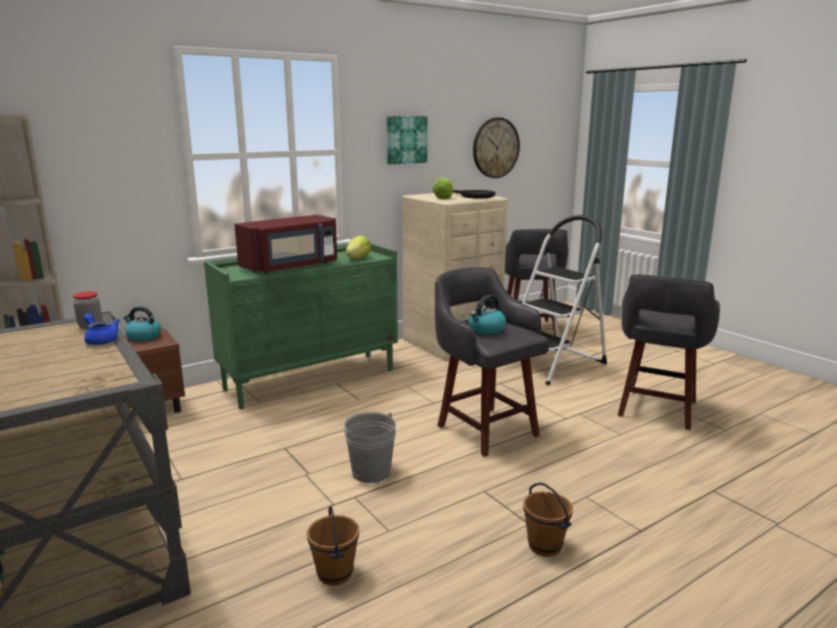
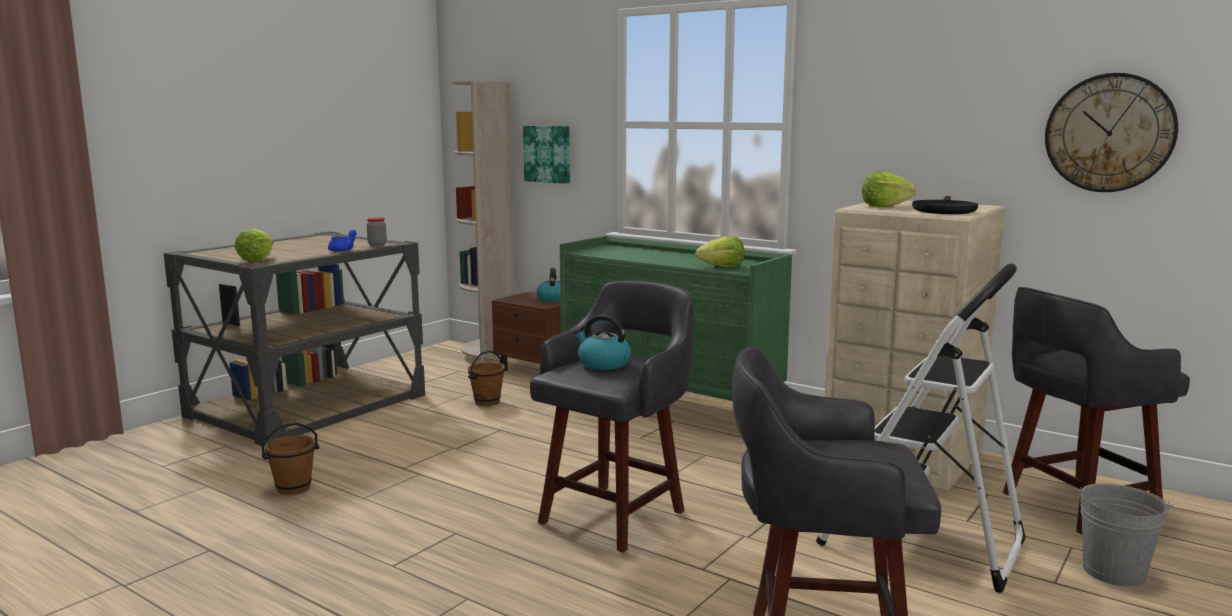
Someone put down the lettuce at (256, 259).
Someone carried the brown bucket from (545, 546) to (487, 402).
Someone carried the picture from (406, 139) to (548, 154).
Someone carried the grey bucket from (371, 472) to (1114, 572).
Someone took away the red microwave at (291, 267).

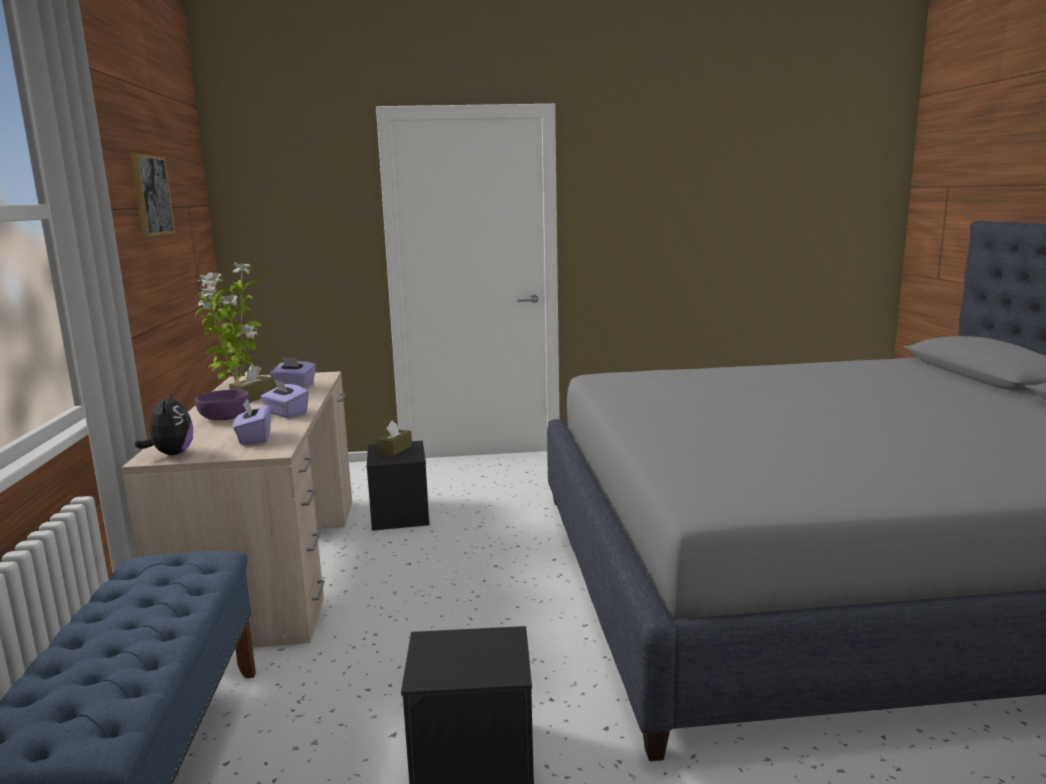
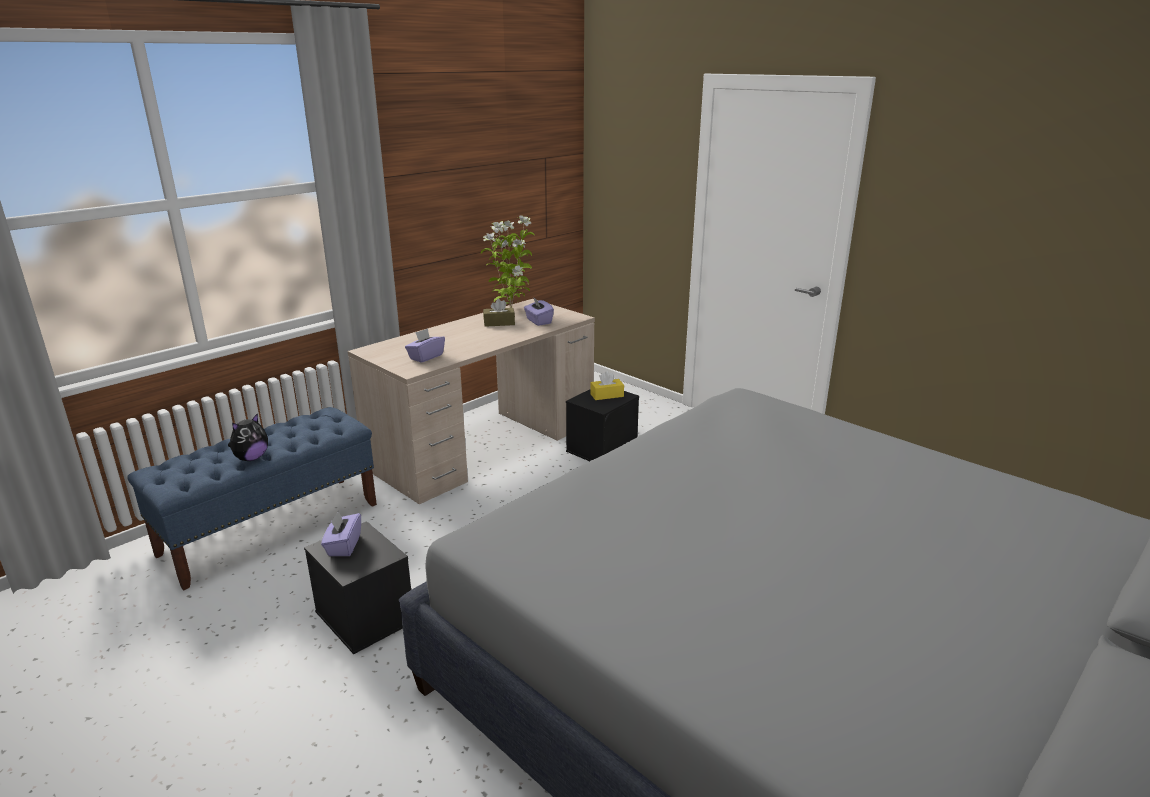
Someone carried the plush toy from (171, 454) to (251, 458).
Someone carried the purple tissue box from (286, 413) to (343, 546).
Someone repainted the brown tissue box at (395, 449), which became the yellow tissue box at (607, 395).
Someone took away the picture at (151, 195).
Someone took away the purple bowl at (225, 418).

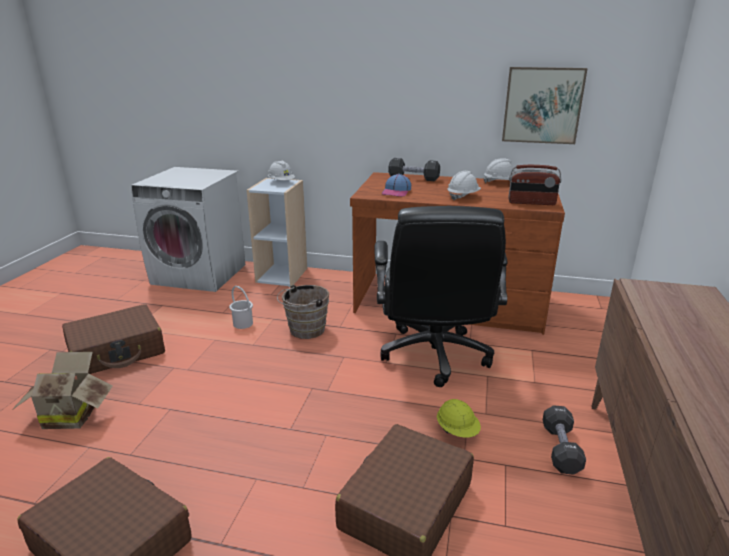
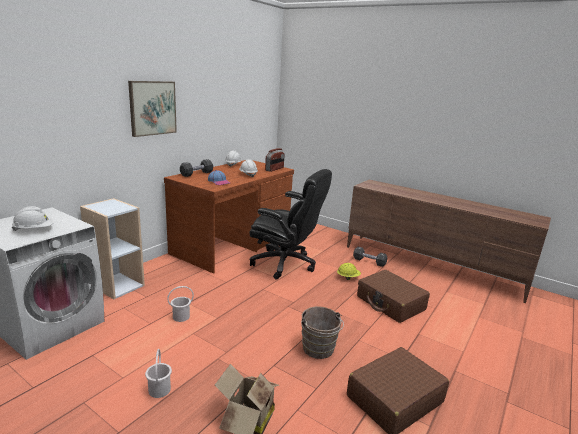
Someone carried the white hard hat from (281, 182) to (34, 230).
Someone carried the picture from (542, 105) to (152, 108).
Someone swapped the brown suitcase at (117, 351) for the white bucket at (159, 390).
Someone carried the brown bucket from (304, 330) to (319, 350).

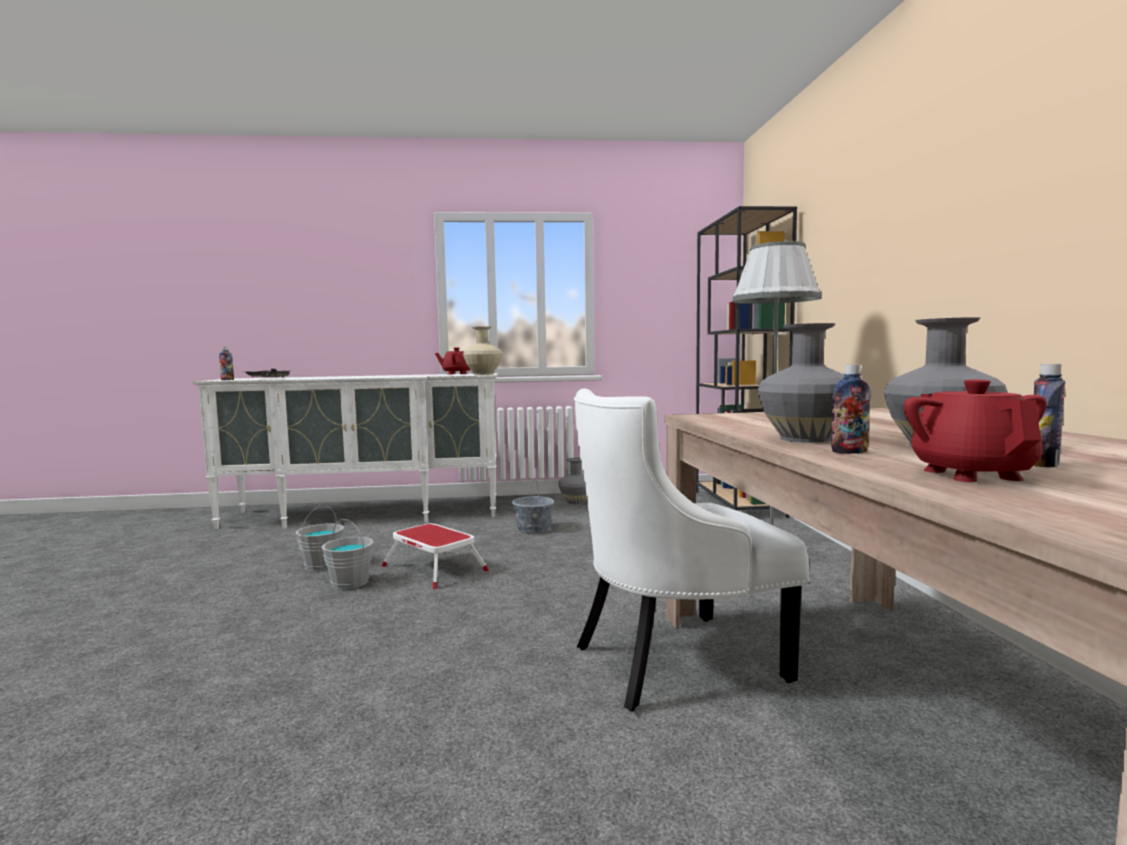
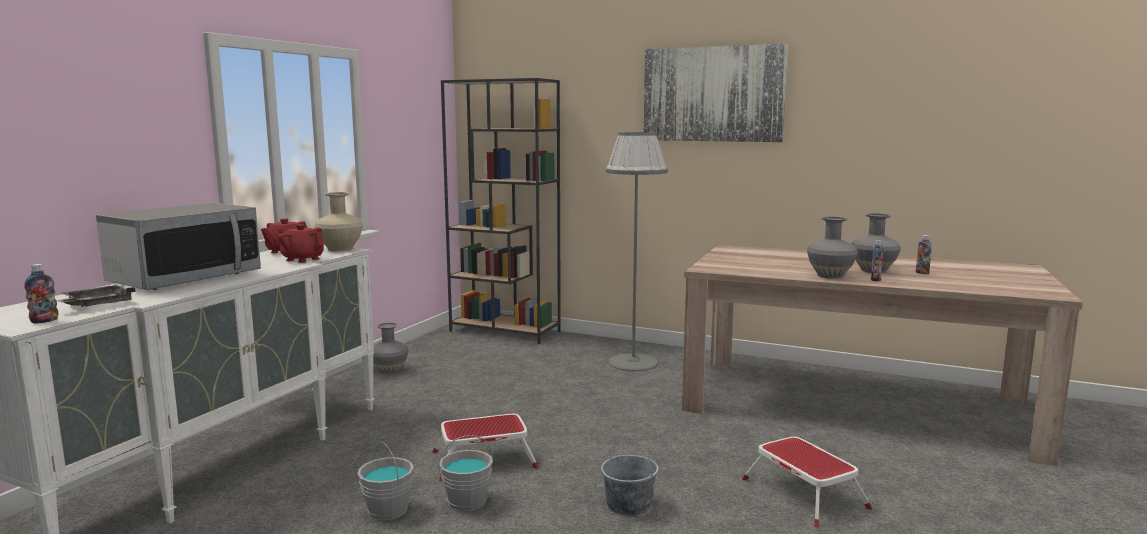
Someone put down the microwave at (185, 278).
Someone carried the red teapot from (971, 474) to (302, 259).
Someone carried the grey bucket from (534, 529) to (628, 504).
Someone put up the picture at (713, 94).
Someone put down the red step ladder at (803, 493).
Someone took away the white chair at (679, 660).

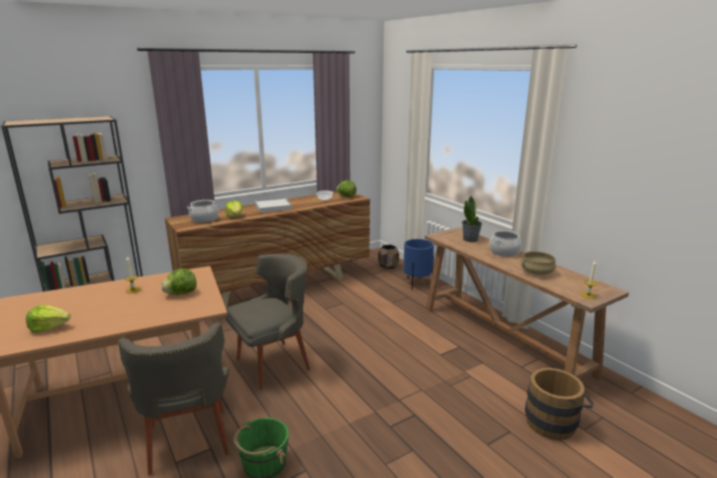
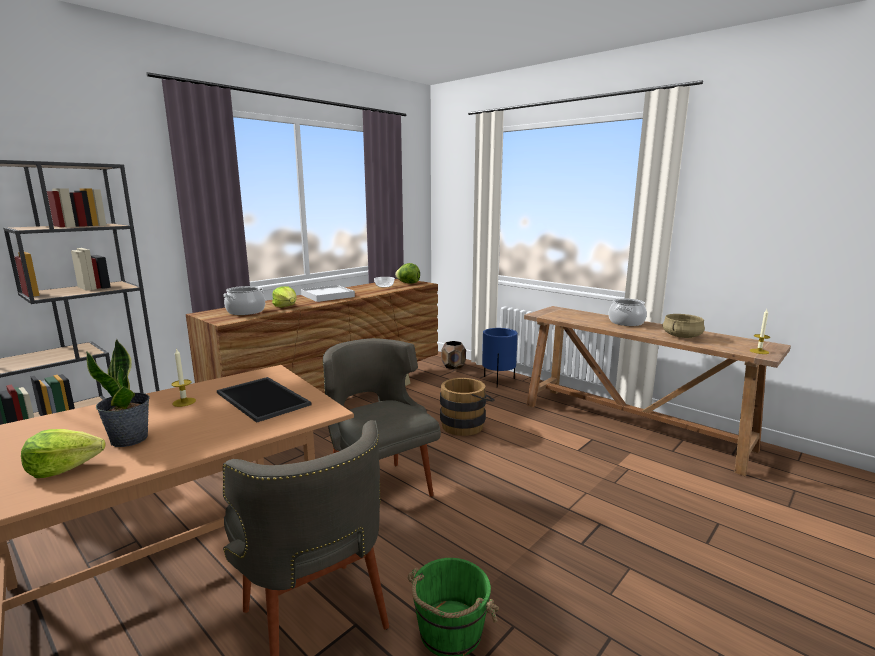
Someone carried the potted plant from (470, 239) to (130, 439).
Someone swapped the lettuce at (181, 293) for the tray at (264, 398).
Someone rotated the grey chair at (272, 364) by 75 degrees counterclockwise.
Someone carried the brown bucket from (554, 422) to (466, 425).

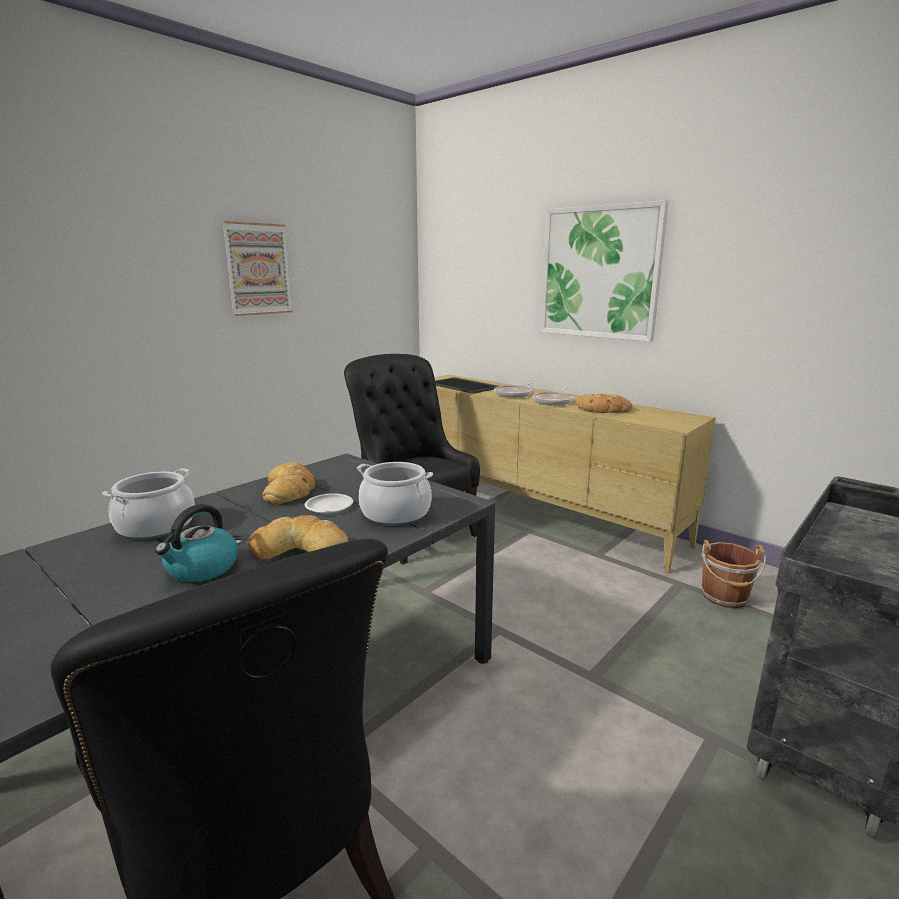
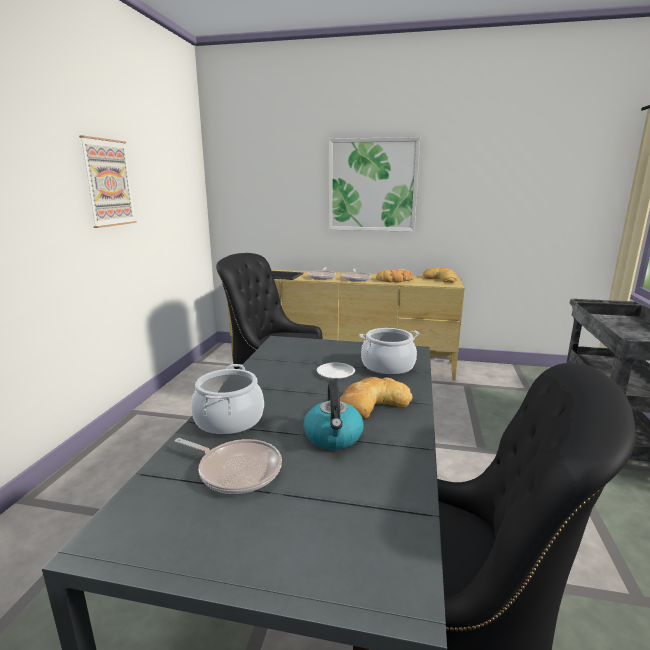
Someone put down the frying pan at (236, 470).
Someone carried the bread from (290, 489) to (440, 279).
Someone took away the brown bucket at (725, 597).

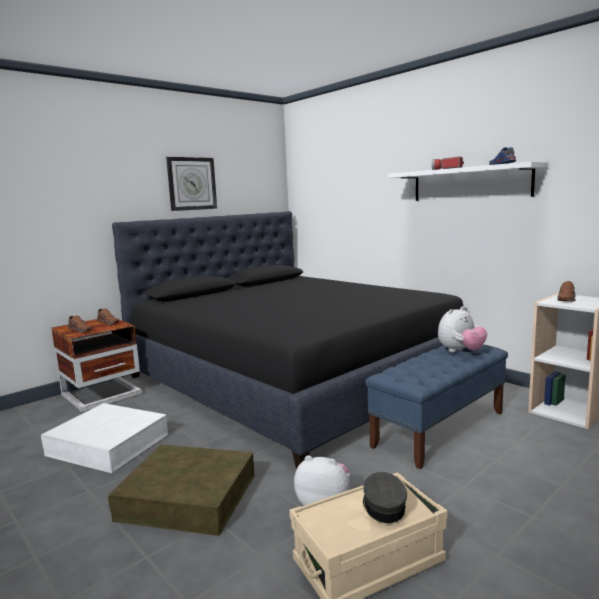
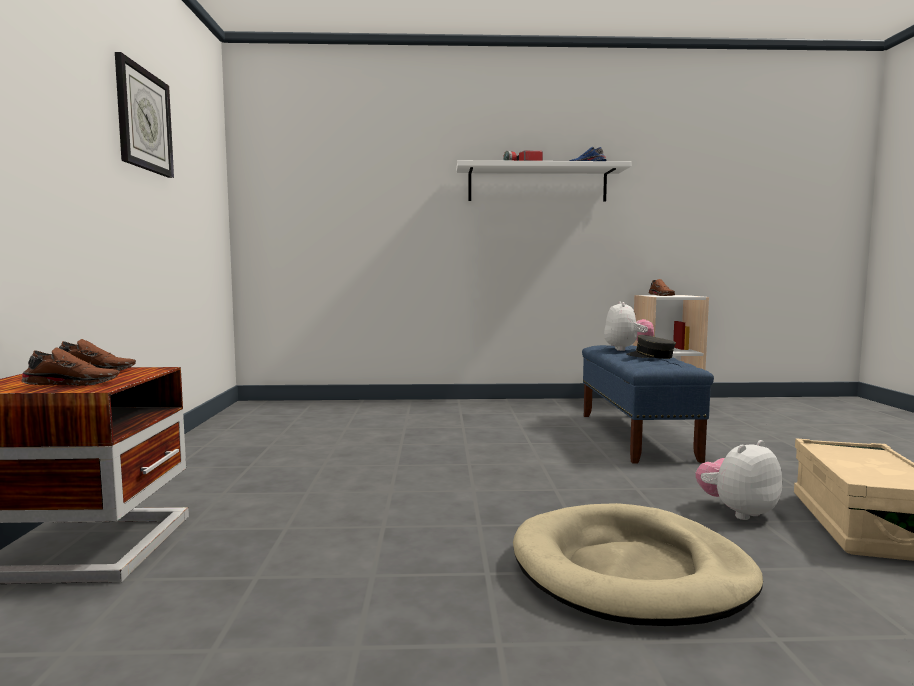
Someone swapped the brown storage box at (187, 497) for the beige dog bed at (631, 571).
Someone carried the grey cap from (383, 506) to (650, 356).
Someone took away the white storage box at (108, 445).
Someone took away the black bed at (294, 377).

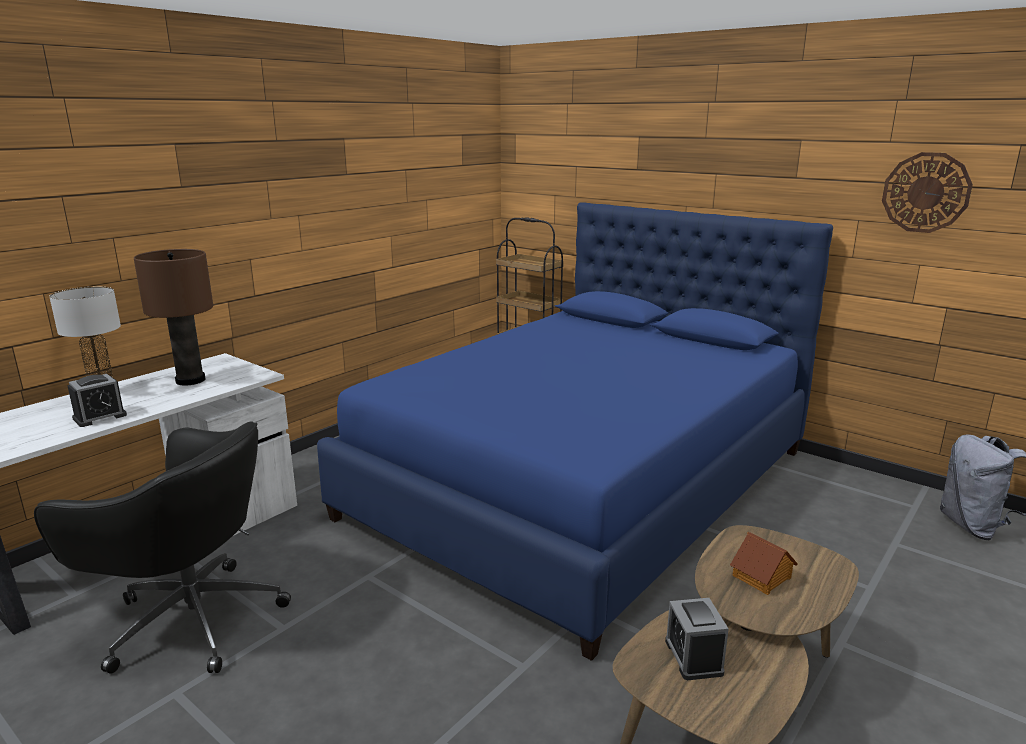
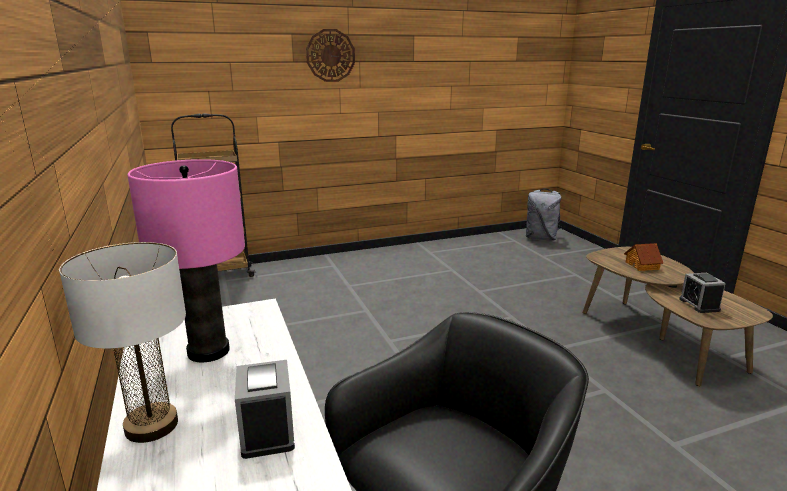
Someone repainted the brown table lamp at (190, 380), which became the pink table lamp at (208, 352).
Someone carried the wall clock from (926, 192) to (330, 55).
Someone rotated the alarm clock at (693, 657) by 60 degrees clockwise.
Someone took away the blue bed at (584, 483).

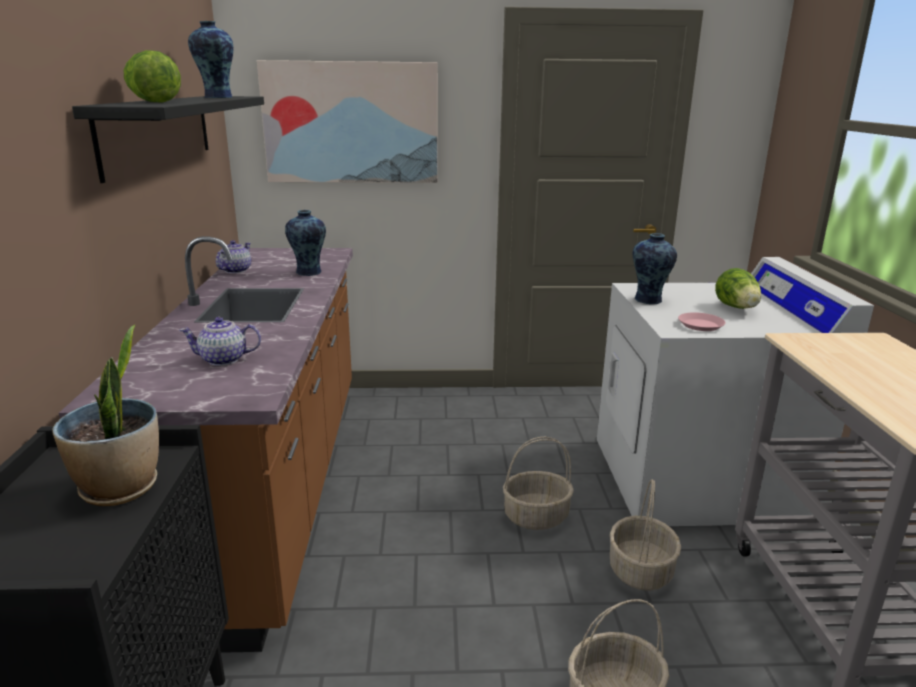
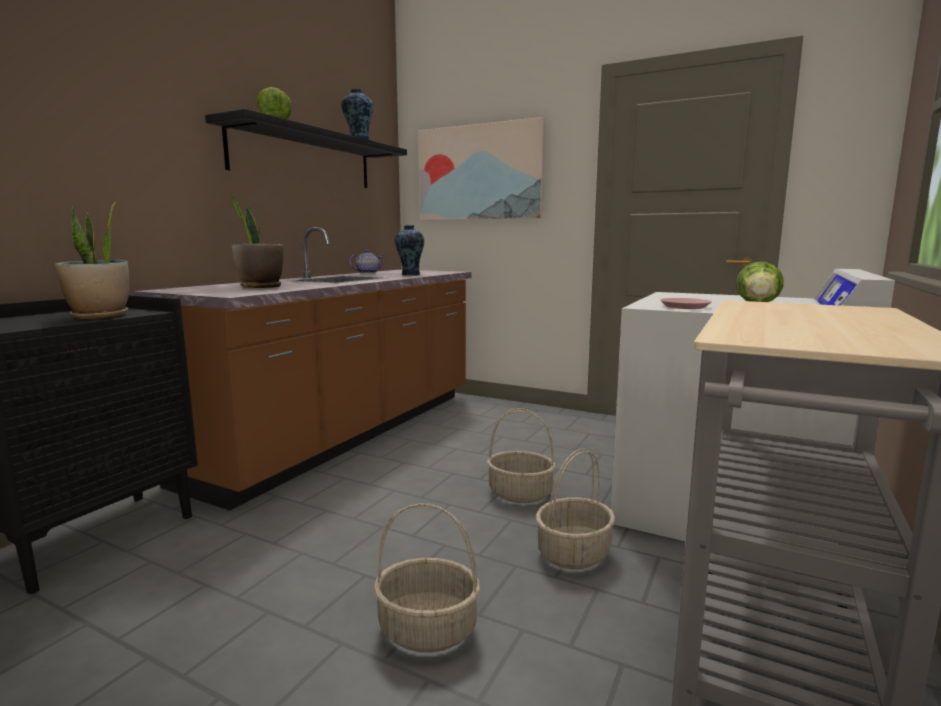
Someone swapped the teapot at (224, 360) for the potted plant at (260, 287).
Someone took away the vase at (648, 300).

